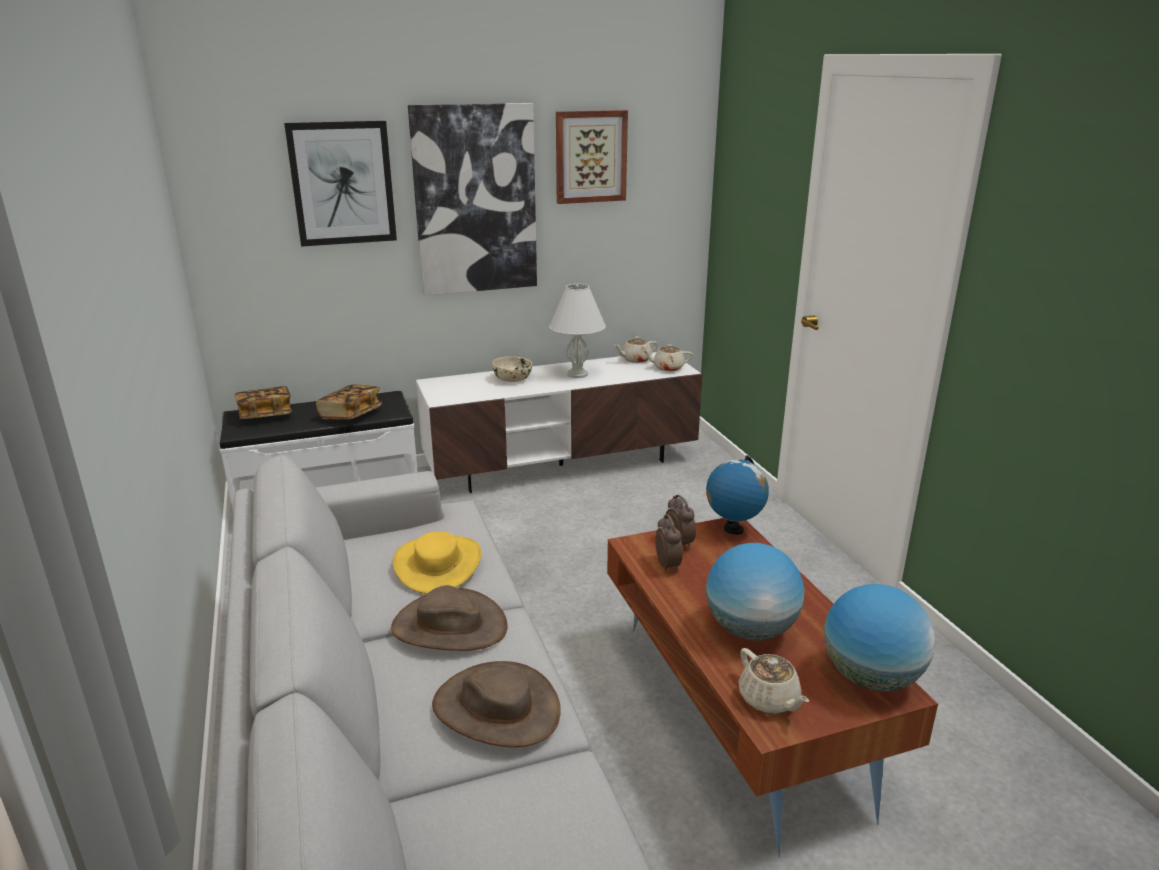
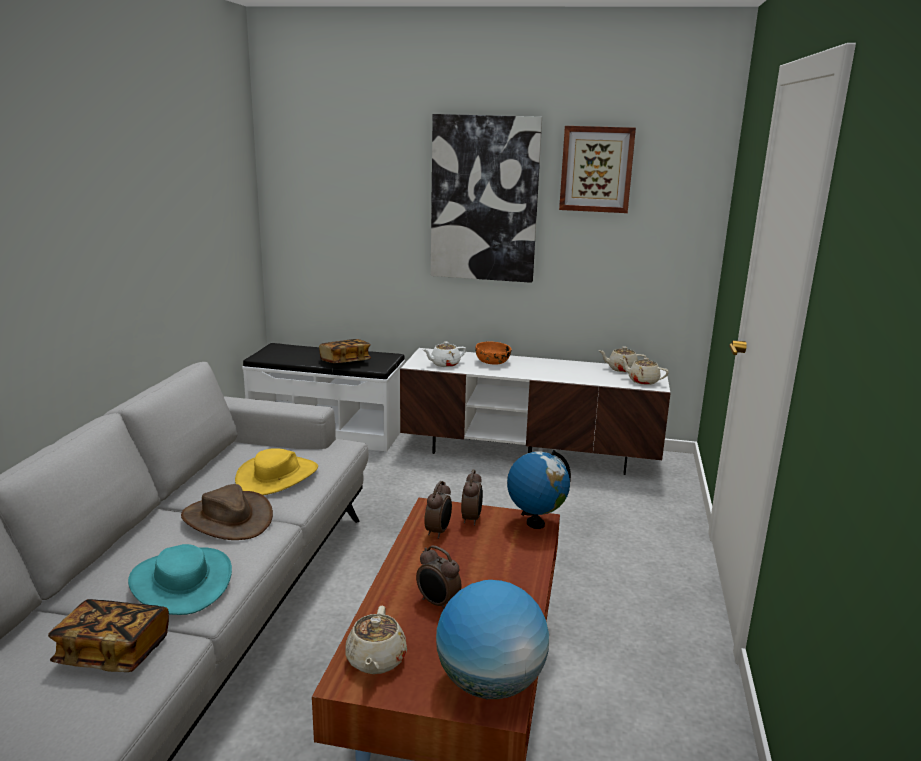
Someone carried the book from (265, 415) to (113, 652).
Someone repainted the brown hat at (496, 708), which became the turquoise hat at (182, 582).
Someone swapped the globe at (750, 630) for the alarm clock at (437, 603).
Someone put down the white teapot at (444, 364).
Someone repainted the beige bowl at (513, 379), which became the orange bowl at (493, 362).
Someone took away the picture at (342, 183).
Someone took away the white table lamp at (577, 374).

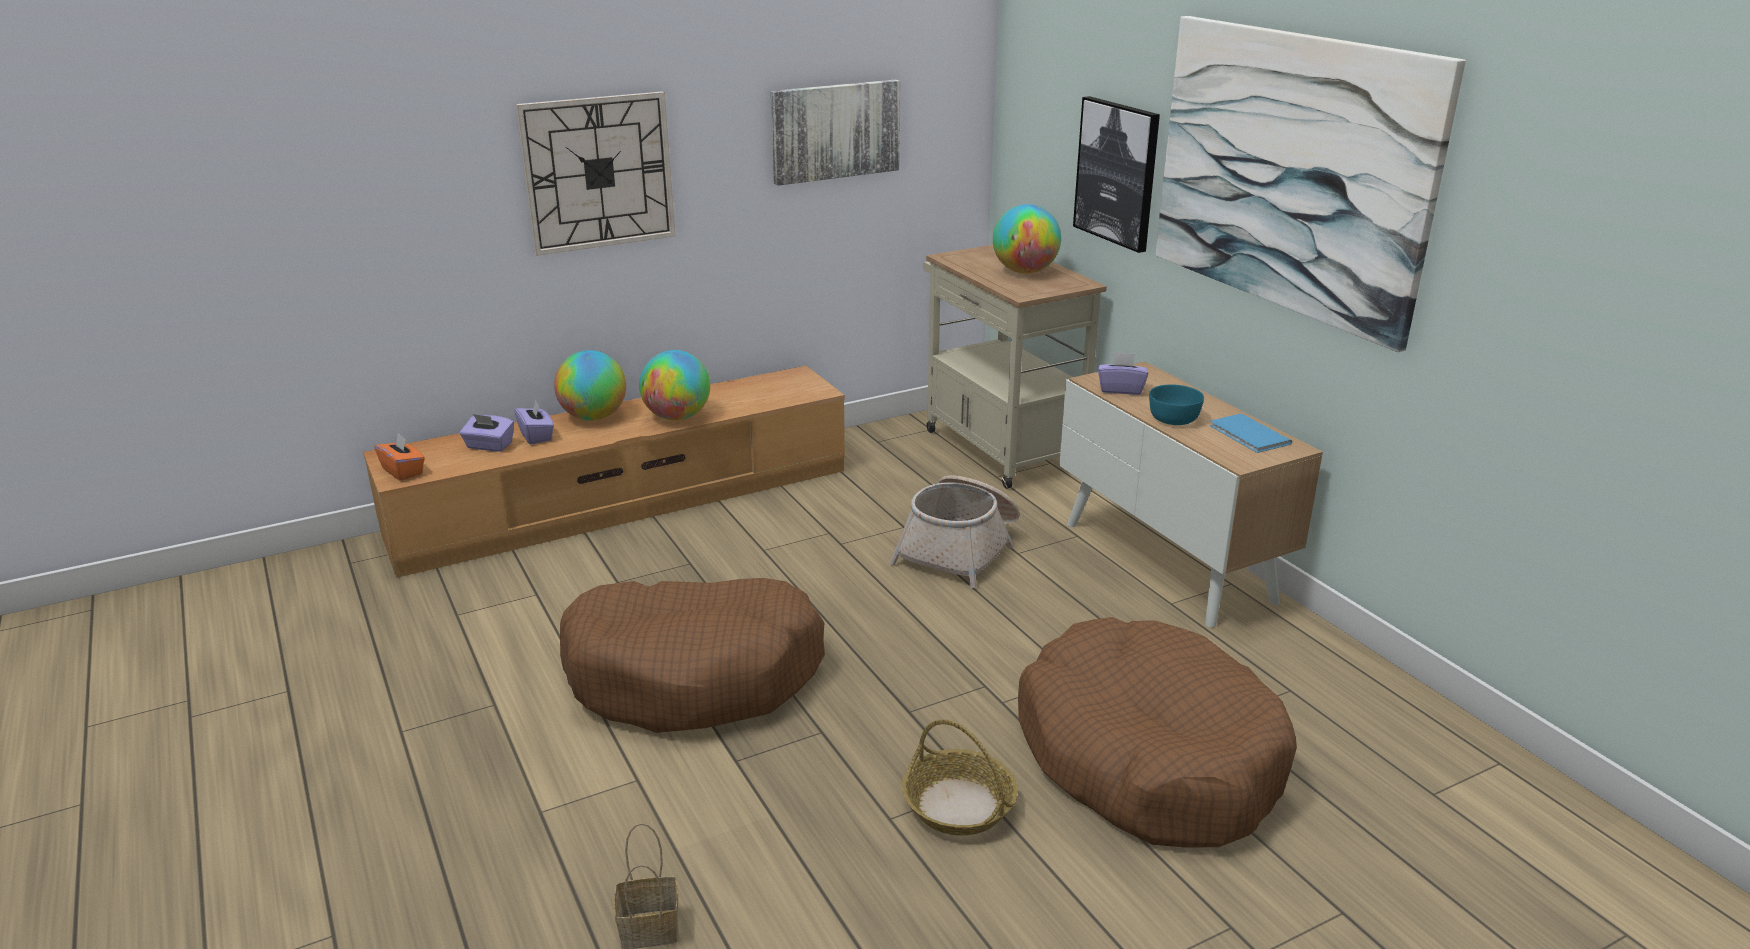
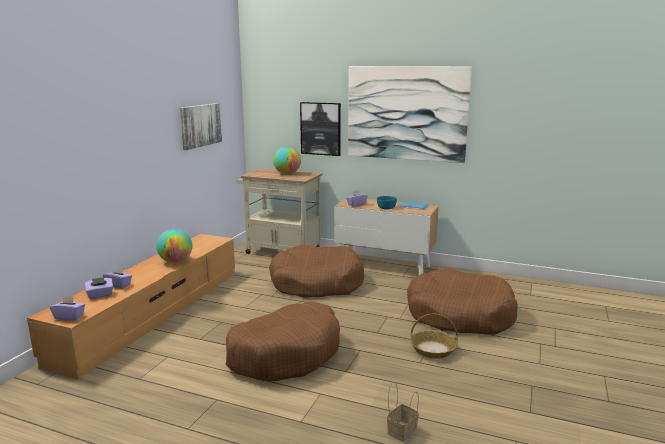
Someone repainted the orange tissue box at (403, 471), which became the purple tissue box at (69, 317).
Someone swapped the basket at (960, 548) for the brown dog bed at (316, 283).
Someone took away the wall clock at (598, 172).
Someone took away the globe at (593, 417).

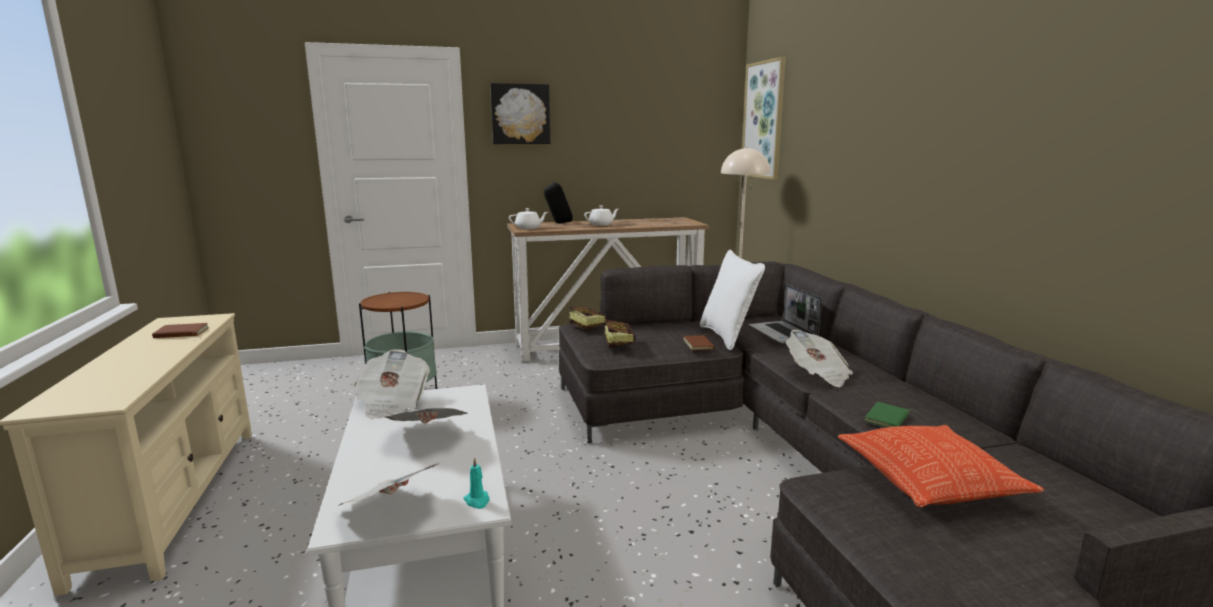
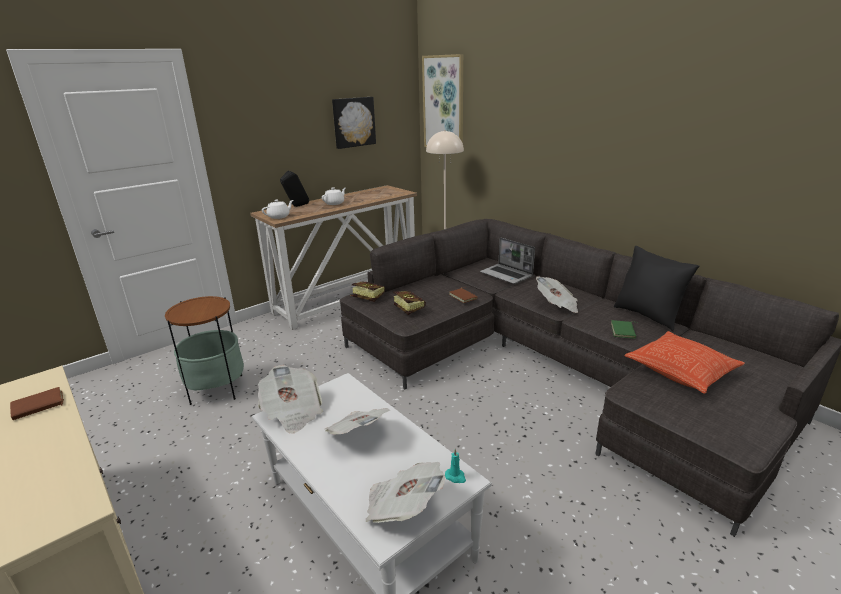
Someone carried the picture from (520, 114) to (353, 122).
Someone put down the black pillow at (647, 315).
Someone took away the white pillow at (727, 336).

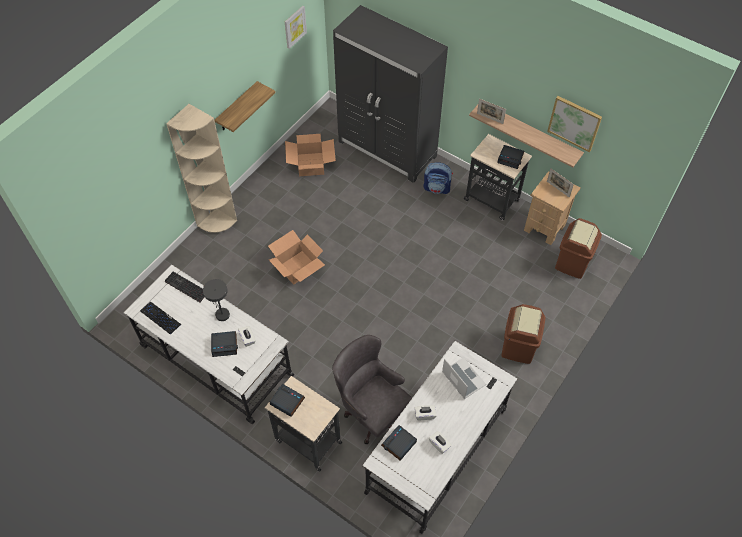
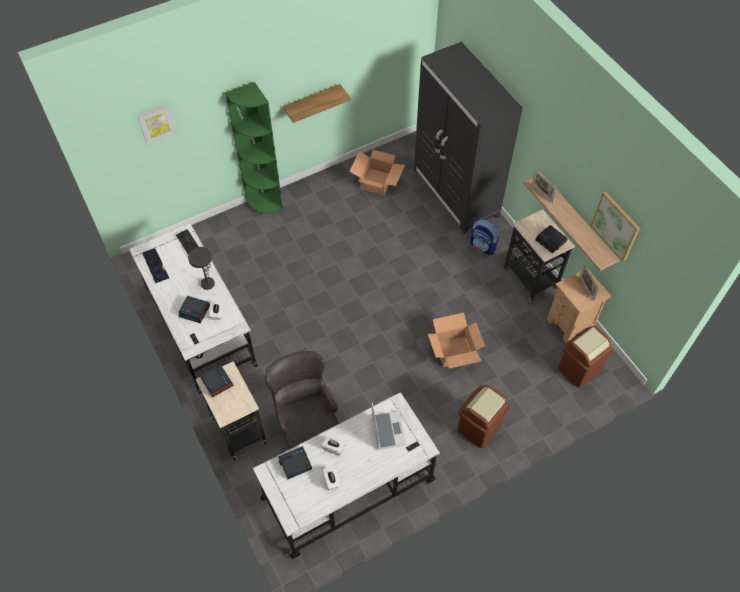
Someone carried the picture from (295, 26) to (157, 124).
Someone repainted the beige bookcase at (217, 224), which became the green bookcase at (265, 206).
Someone carried the cardboard box from (298, 267) to (454, 351).

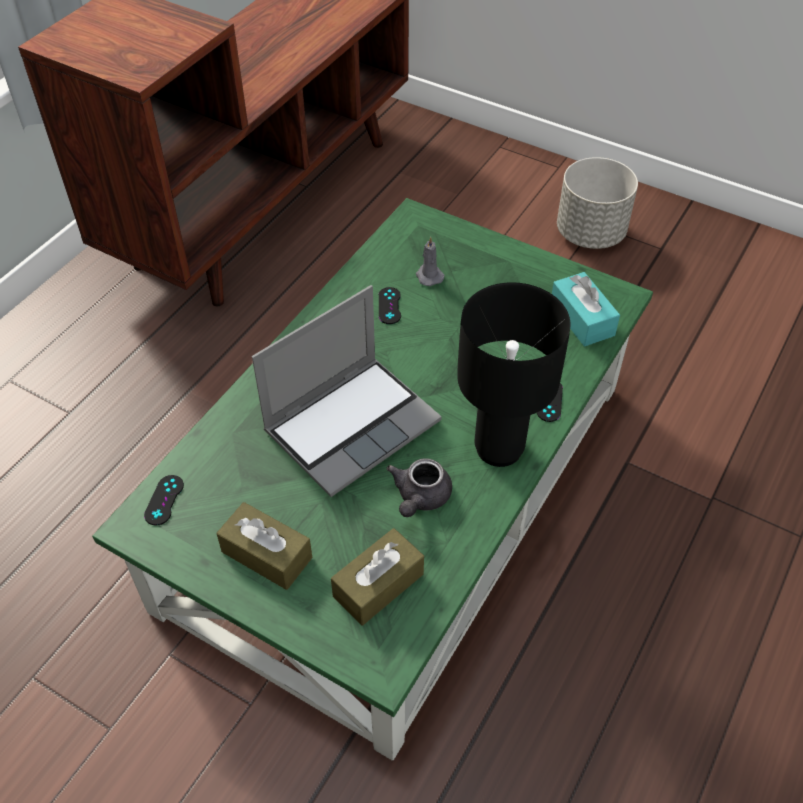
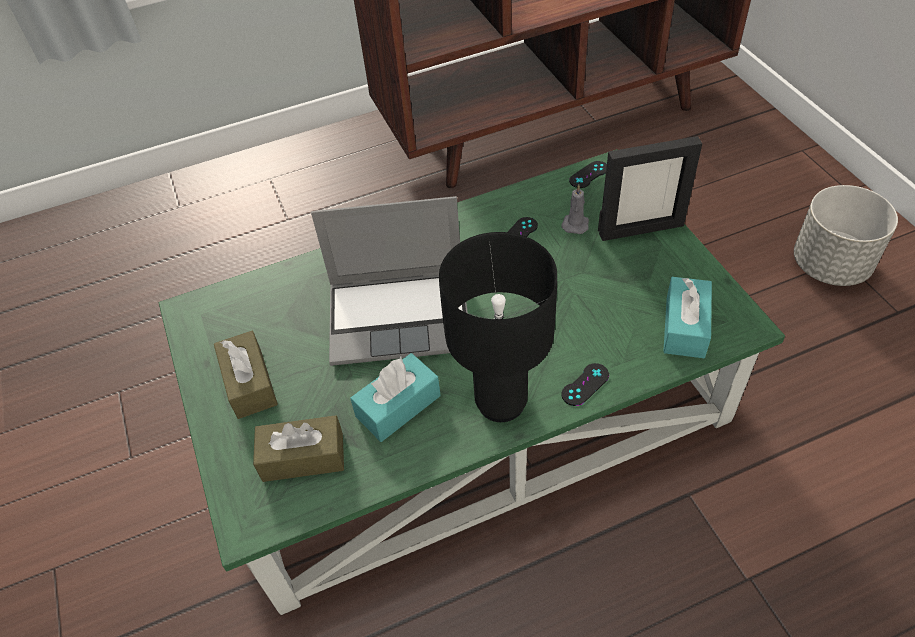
Someone swapped the grey teapot at (420, 498) for the turquoise tissue box at (398, 406).
Someone carried the black game controller from (164, 500) to (589, 175).
Someone put down the picture frame at (640, 228).

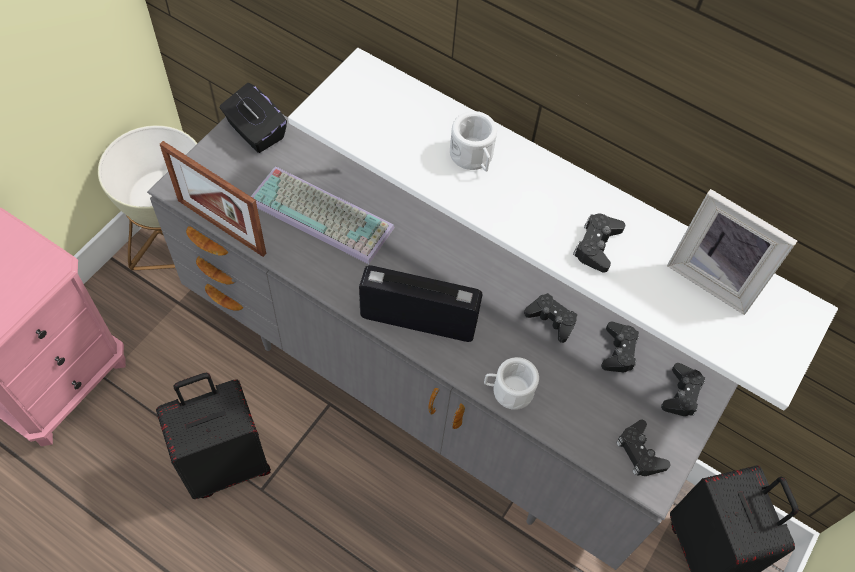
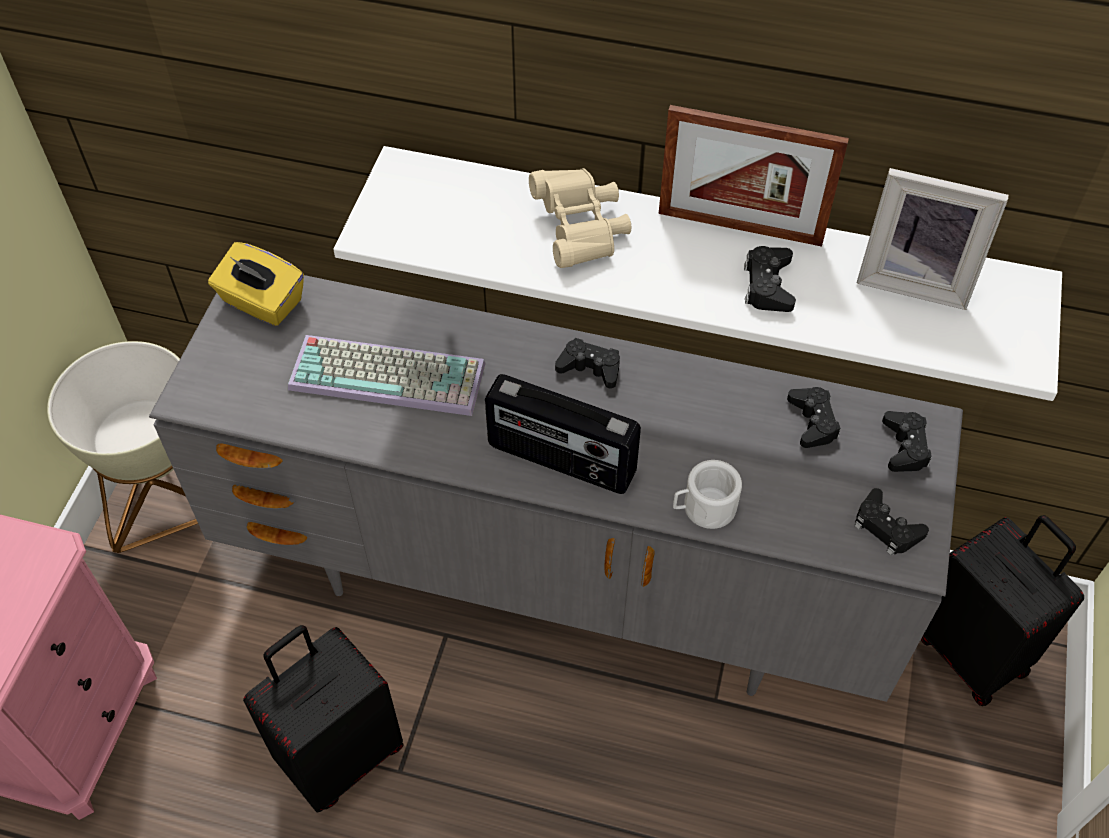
Someone repainted the black tissue box at (255, 132), which became the yellow tissue box at (262, 302).
Someone rotated the radio at (418, 319) by 150 degrees counterclockwise.
Someone swapped the white mug at (473, 157) for the beige binoculars at (580, 230).
Someone carried the black game controller from (551, 320) to (590, 368).
Someone carried the picture frame from (221, 227) to (740, 227).

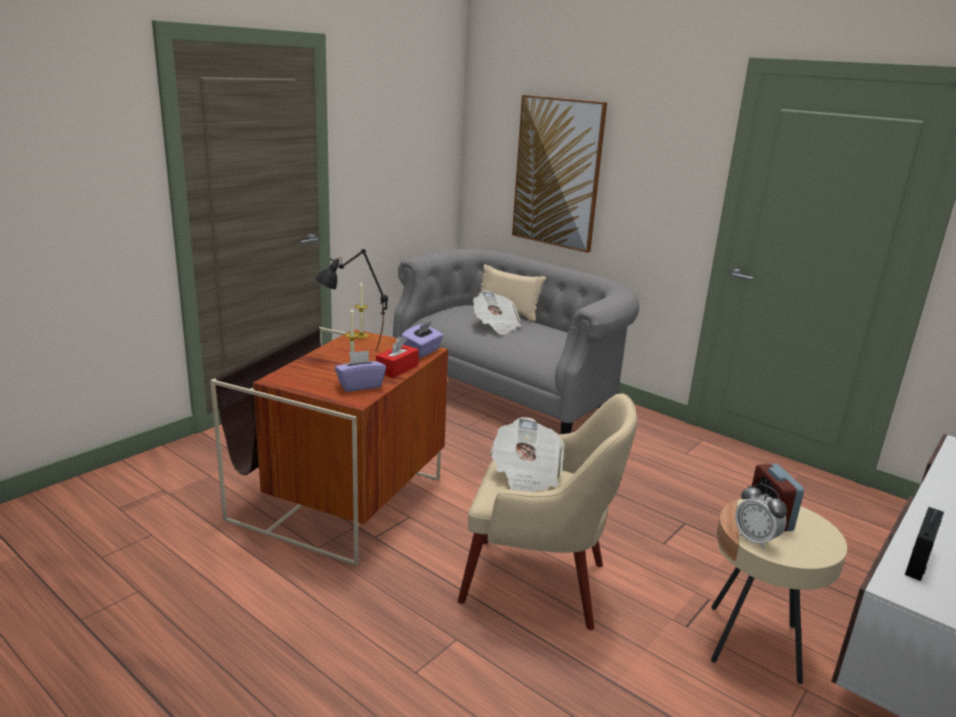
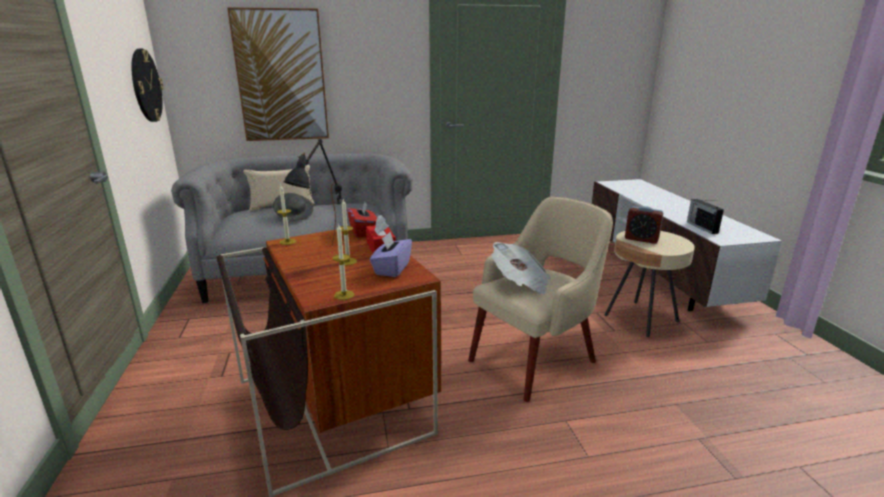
Someone put up the wall clock at (146, 85).
Someone swapped the newspaper at (496, 326) for the grey hat at (294, 215).
Someone put down the candle at (344, 295).
Someone repainted the purple tissue box at (422, 352), which became the red tissue box at (363, 232).
Someone took away the alarm clock at (755, 539).

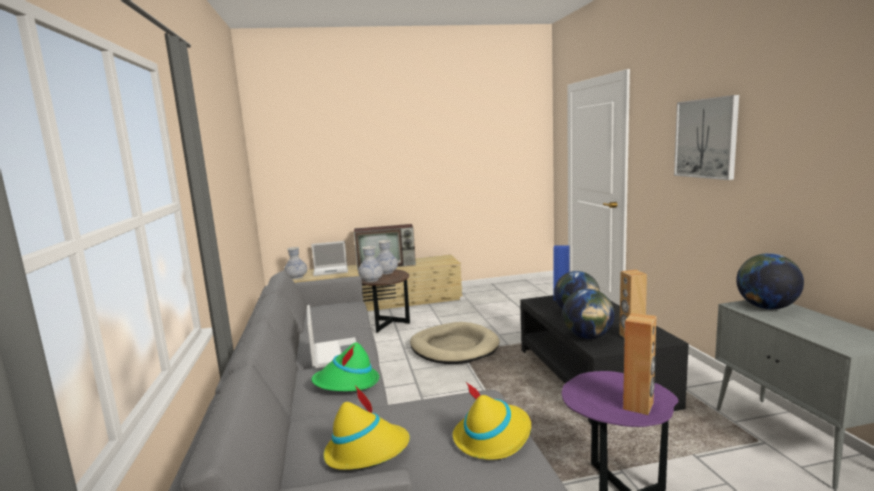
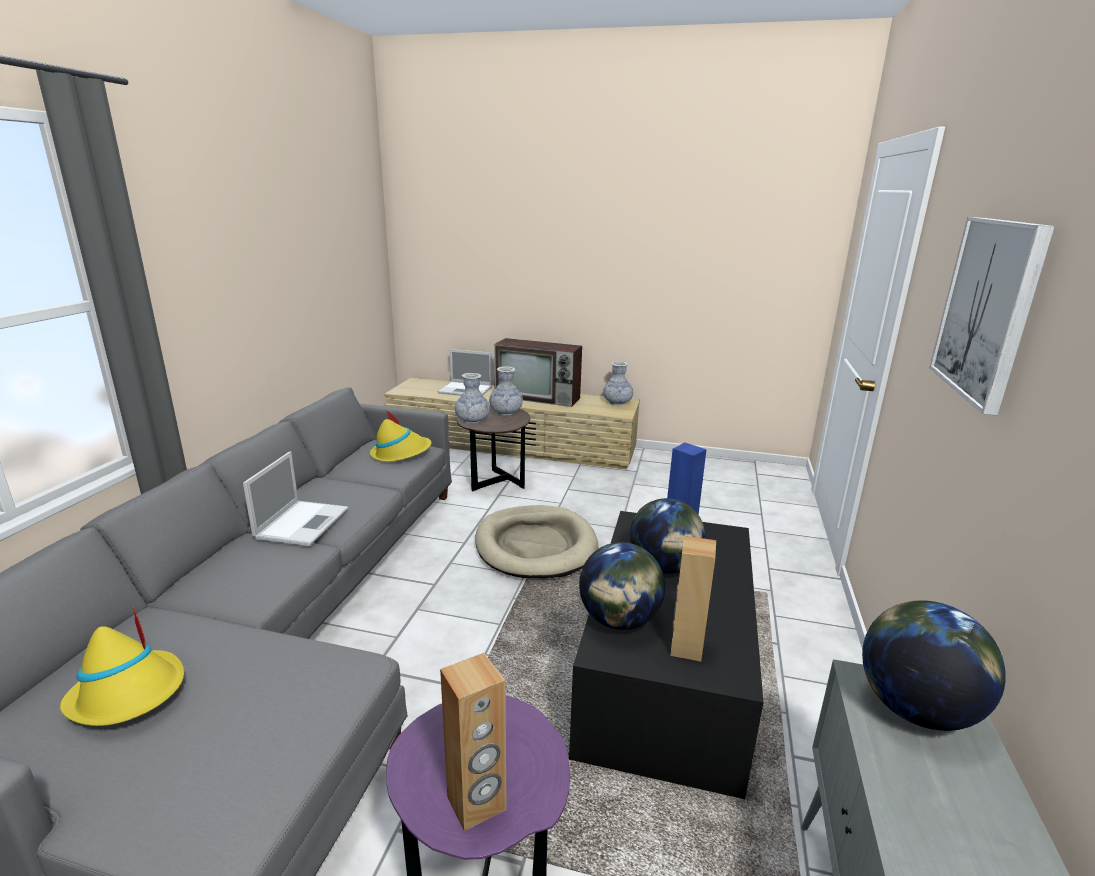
Someone carried the yellow hat from (493, 437) to (401, 453).
Someone carried the vase from (296, 277) to (617, 402).
Someone took away the green hat at (346, 383).

